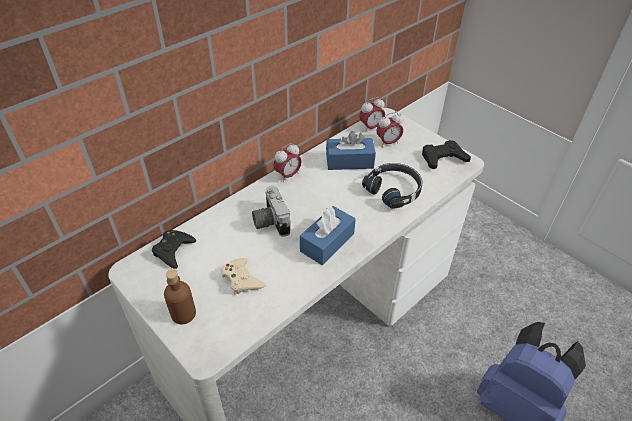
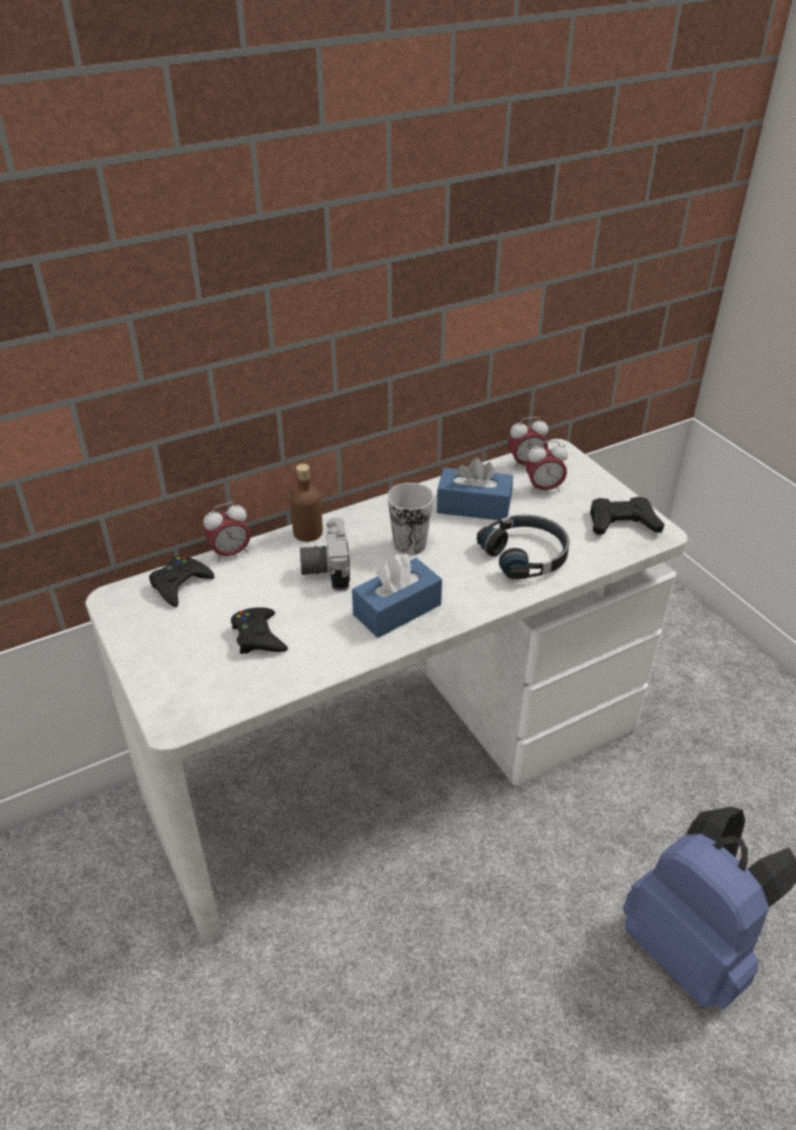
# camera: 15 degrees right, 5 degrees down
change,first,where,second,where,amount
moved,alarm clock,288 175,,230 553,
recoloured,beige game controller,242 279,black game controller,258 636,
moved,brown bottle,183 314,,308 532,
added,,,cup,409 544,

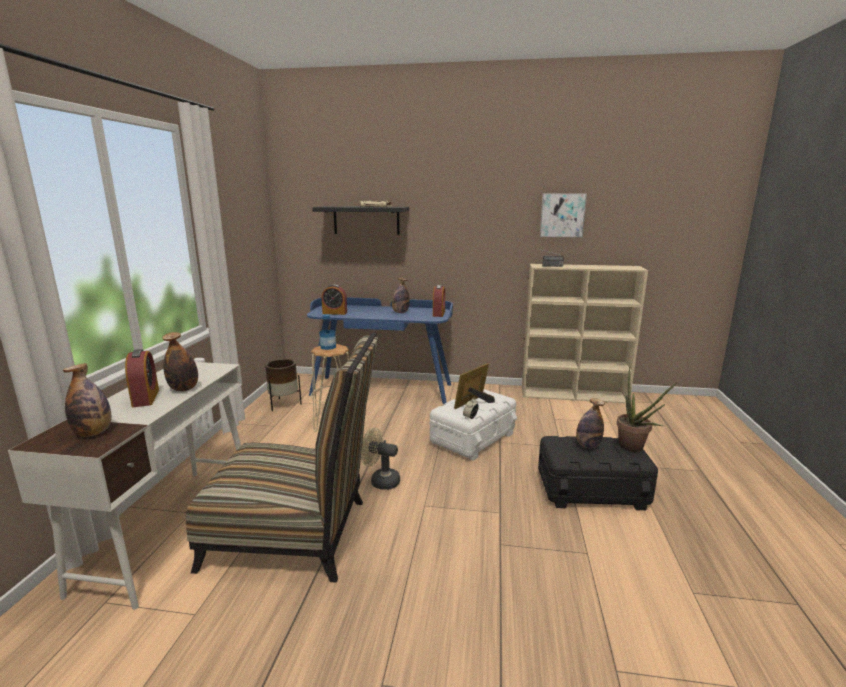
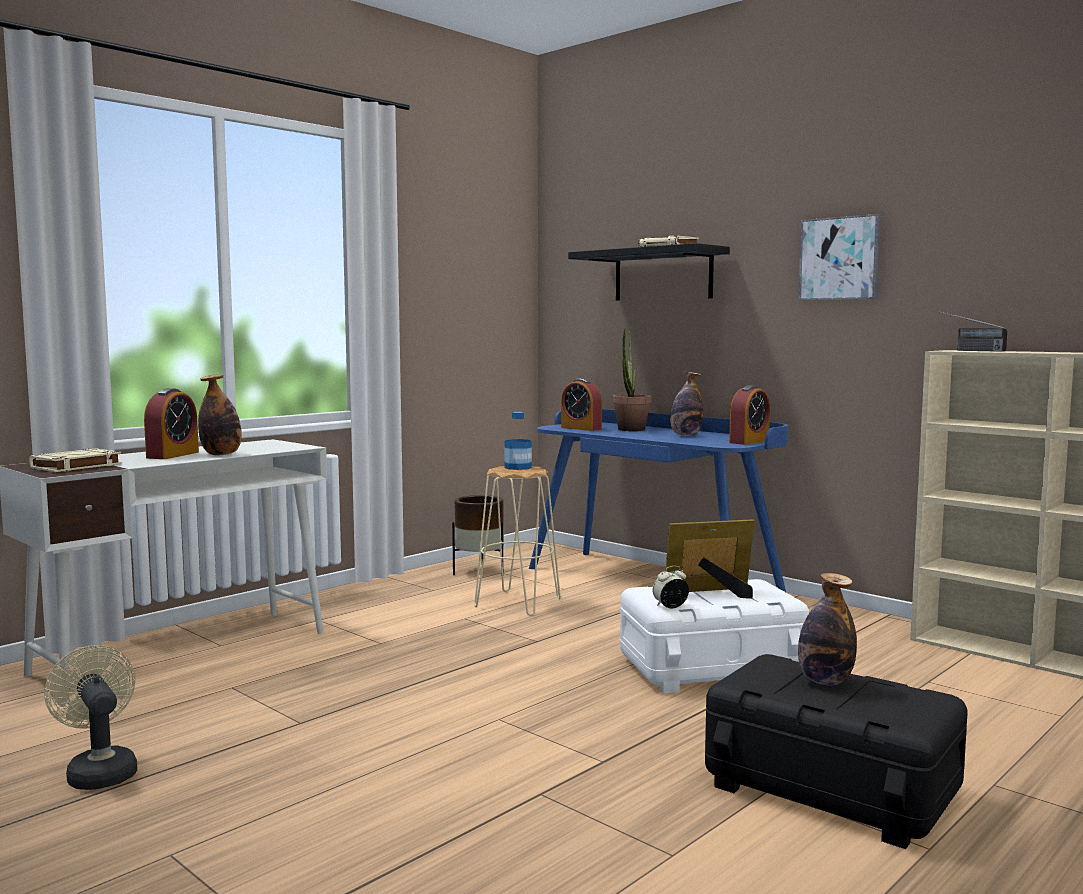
# camera: 35 degrees right, 10 degrees down
change,first,where,second,where,amount
moved,picture,562 215,,840 258,
removed,chair,297 535,,,
replaced,bottle,93 433,beige book,75 466,
moved,potted plant,634 449,,630 430,
moved,beige fan,380 481,,99 771,

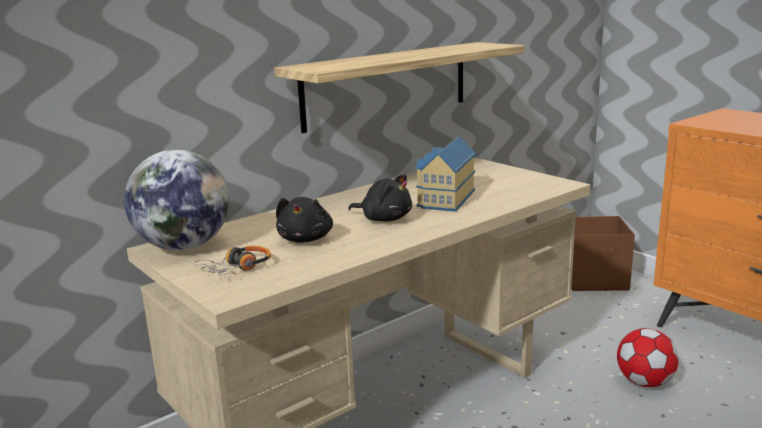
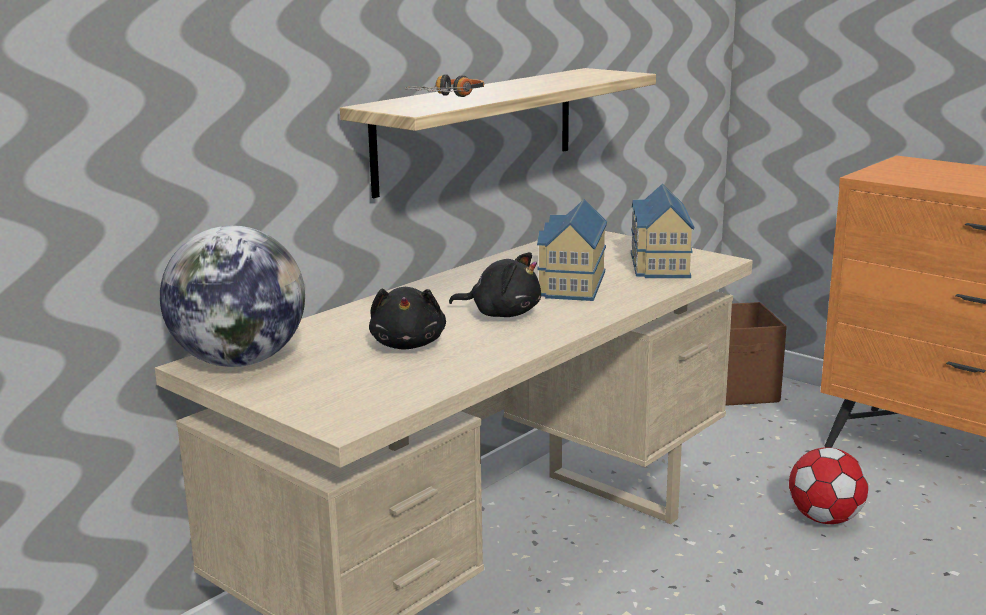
# camera: 10 degrees left, 0 degrees up
change,first,where,second,where,amount
moved,headphones,237 269,,450 96,
added,,,toy house,657 264,

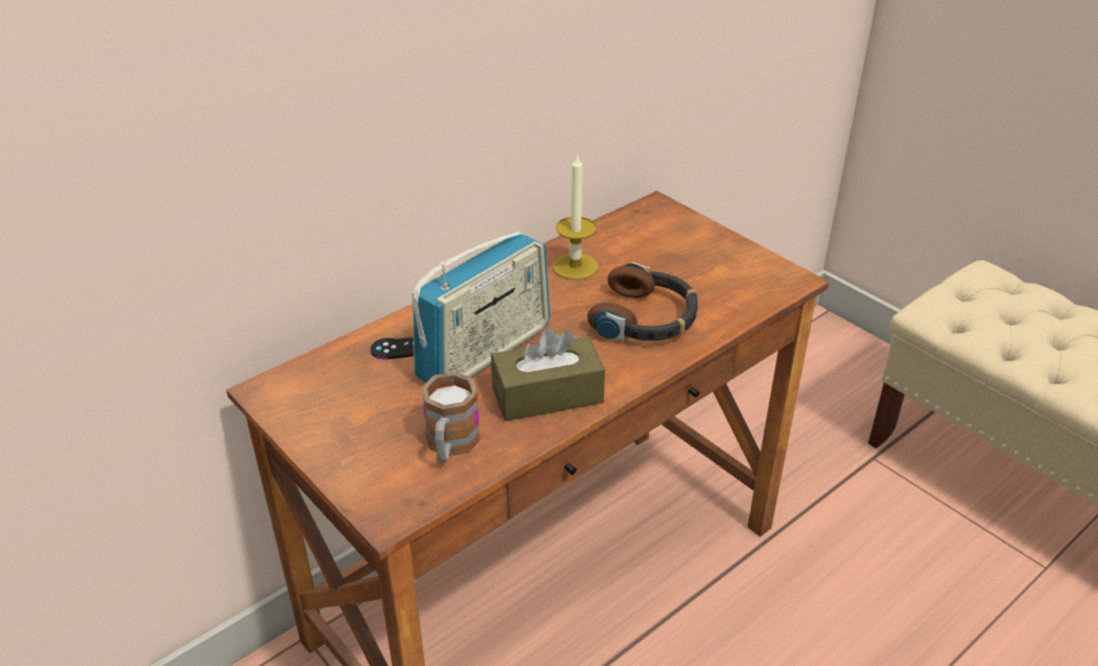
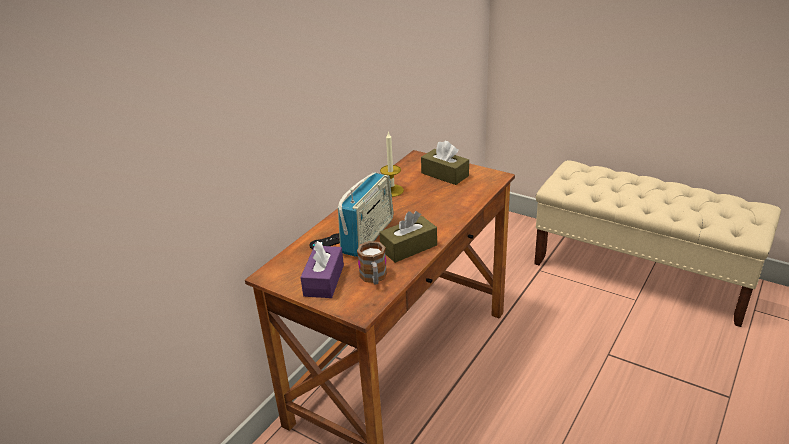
# camera: 15 degrees left, 5 degrees down
change,first,where,second,where,amount
removed,headphones,646 318,,,
added,,,brown tissue box,445 174,
added,,,purple tissue box,324 280,

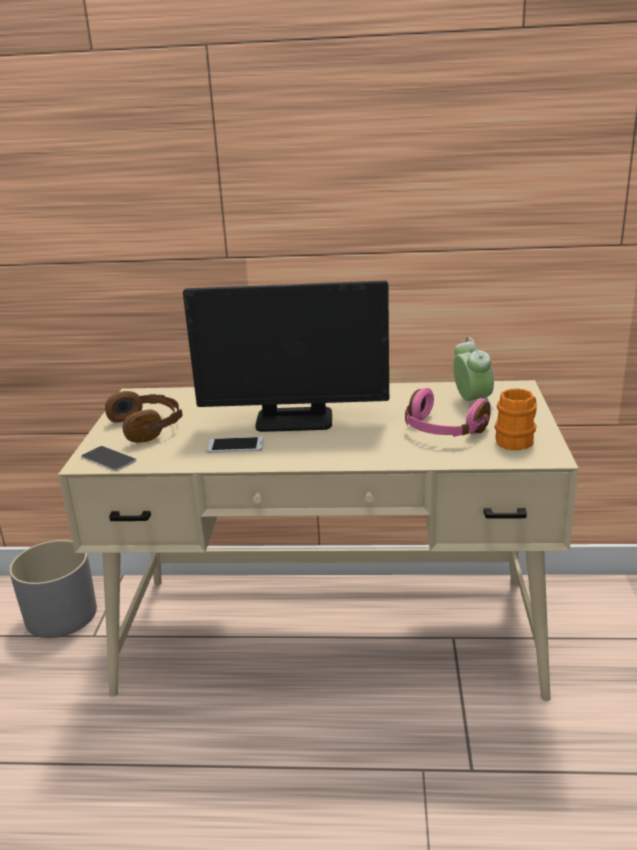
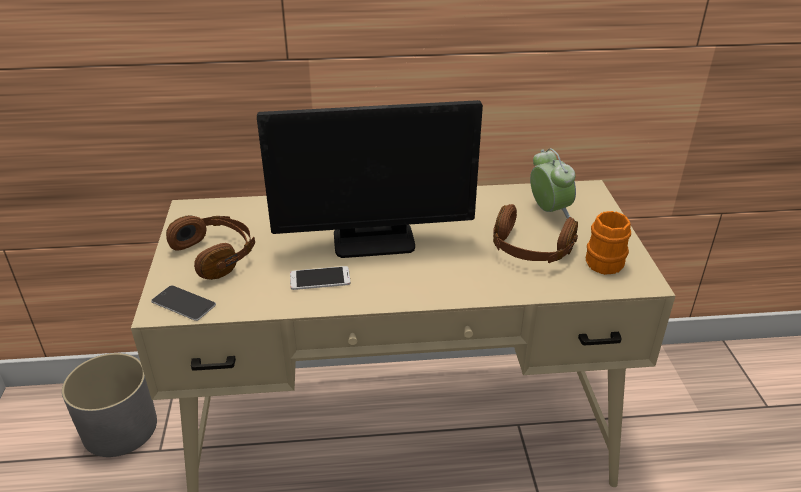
# camera: 10 degrees left, 10 degrees up
change,first,where,second,where,amount
recoloured,pink headphones,443 430,brown headphones,530 250,

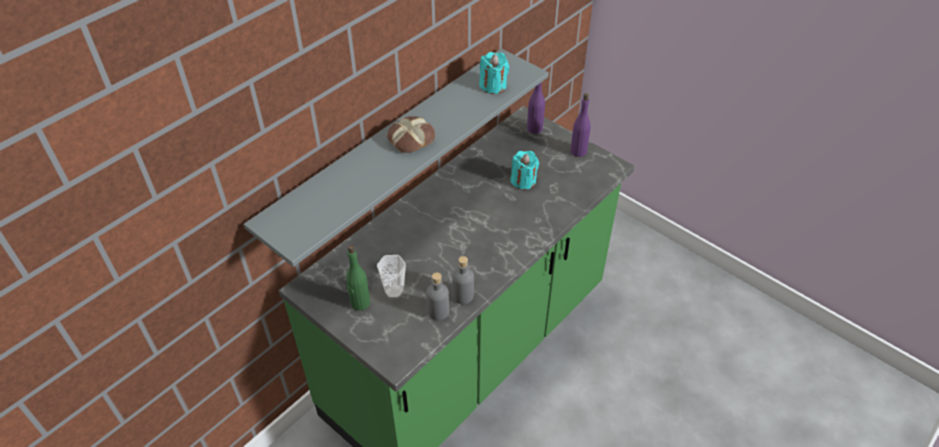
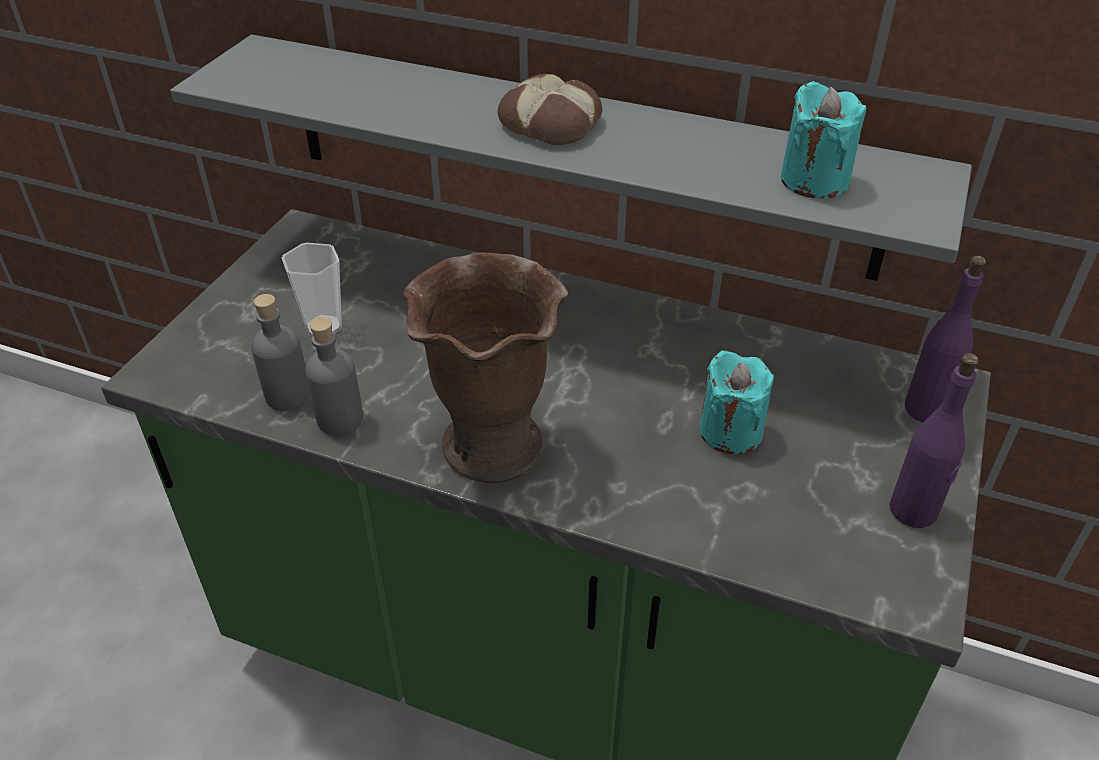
# camera: 70 degrees right, 5 degrees down
change,first,where,second,where,amount
removed,green bottle,360 303,,,
added,,,brown vase,492 445,

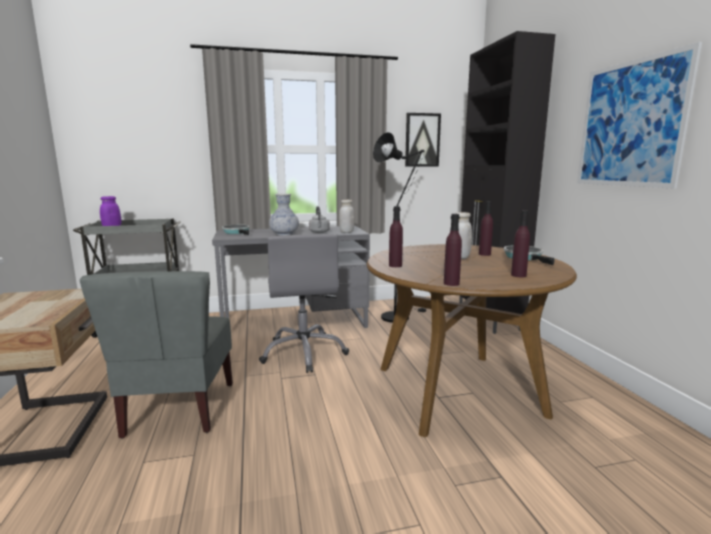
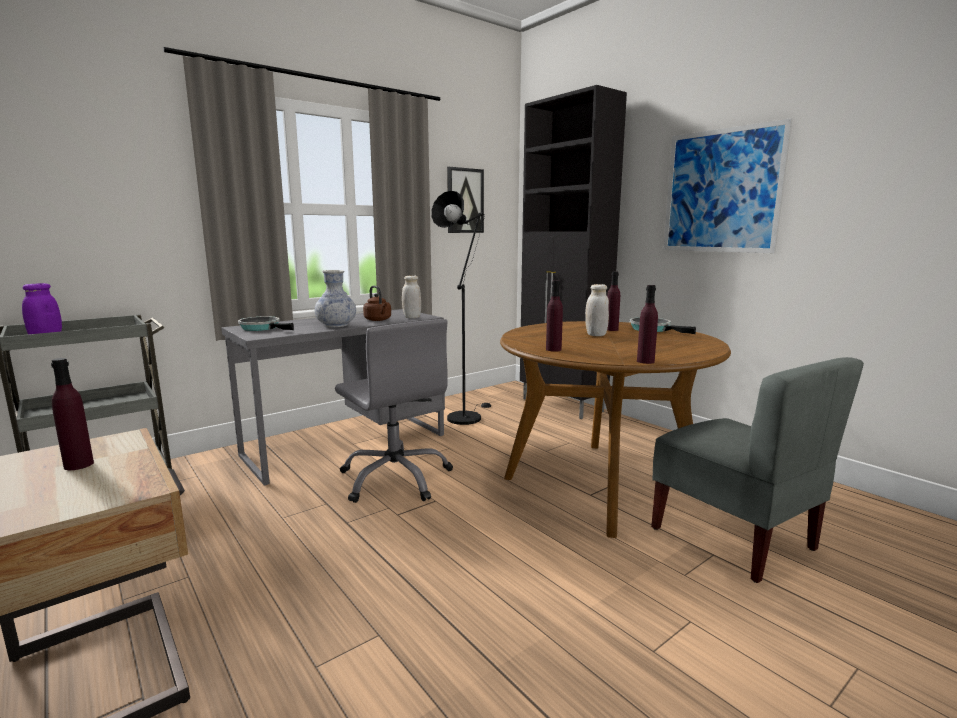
# camera: 25 degrees left, 0 degrees up
change,first,where,second,where,amount
recoloured,grey kettle,319 232,brown kettle,378 320,
moved,purple bottle,518 275,,78 465,
moved,grey chair,179 409,,734 538,

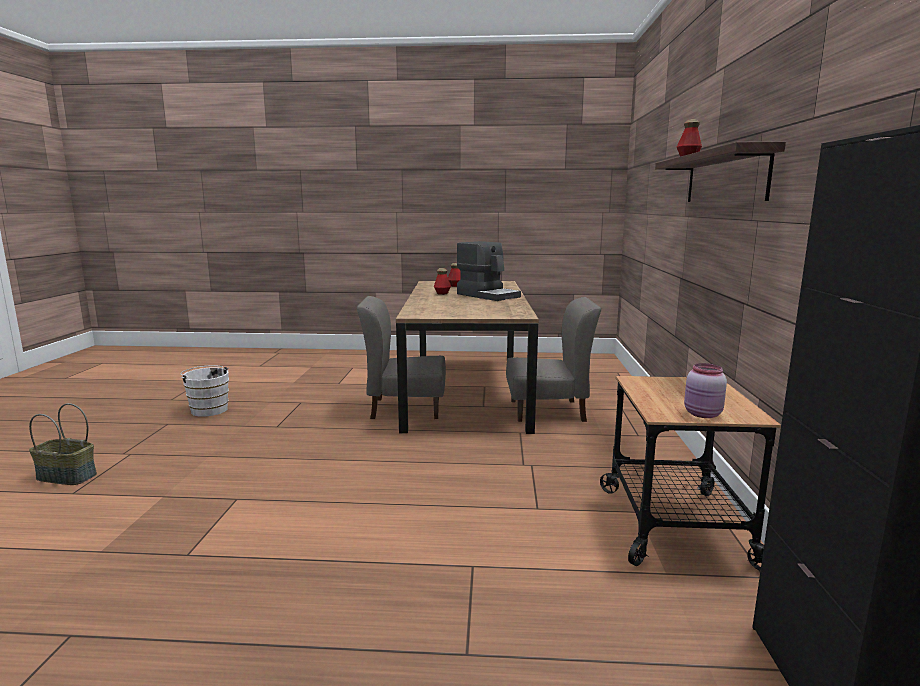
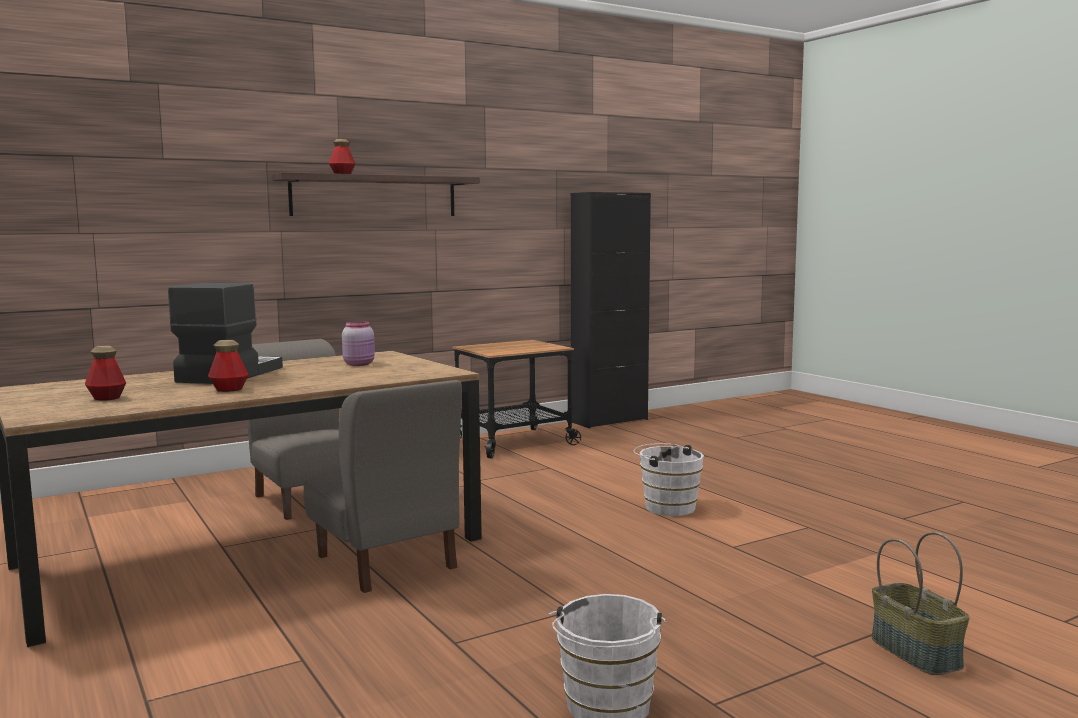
# camera: 125 degrees left, 5 degrees down
change,first,where,second,where,amount
moved,pink jar,703 414,,360 364,
added,,,white bucket,667 507,

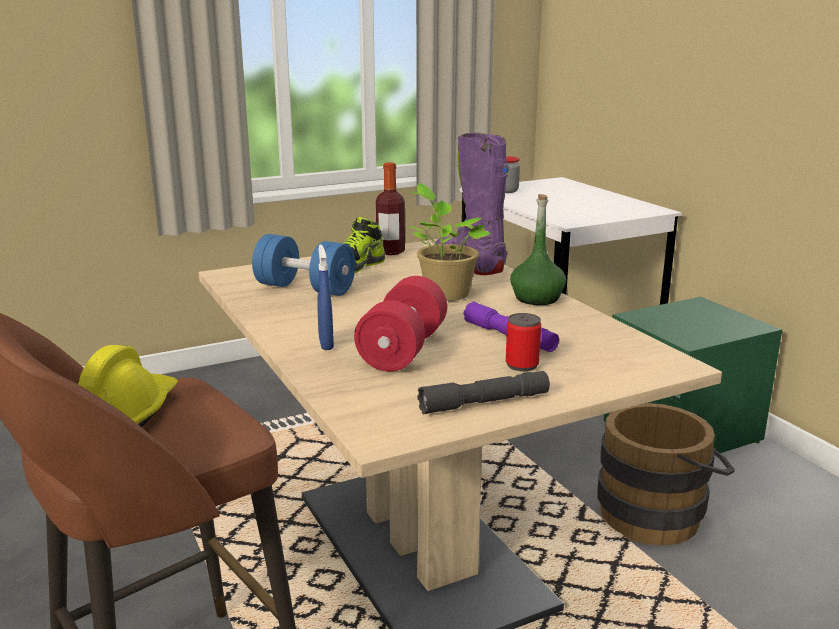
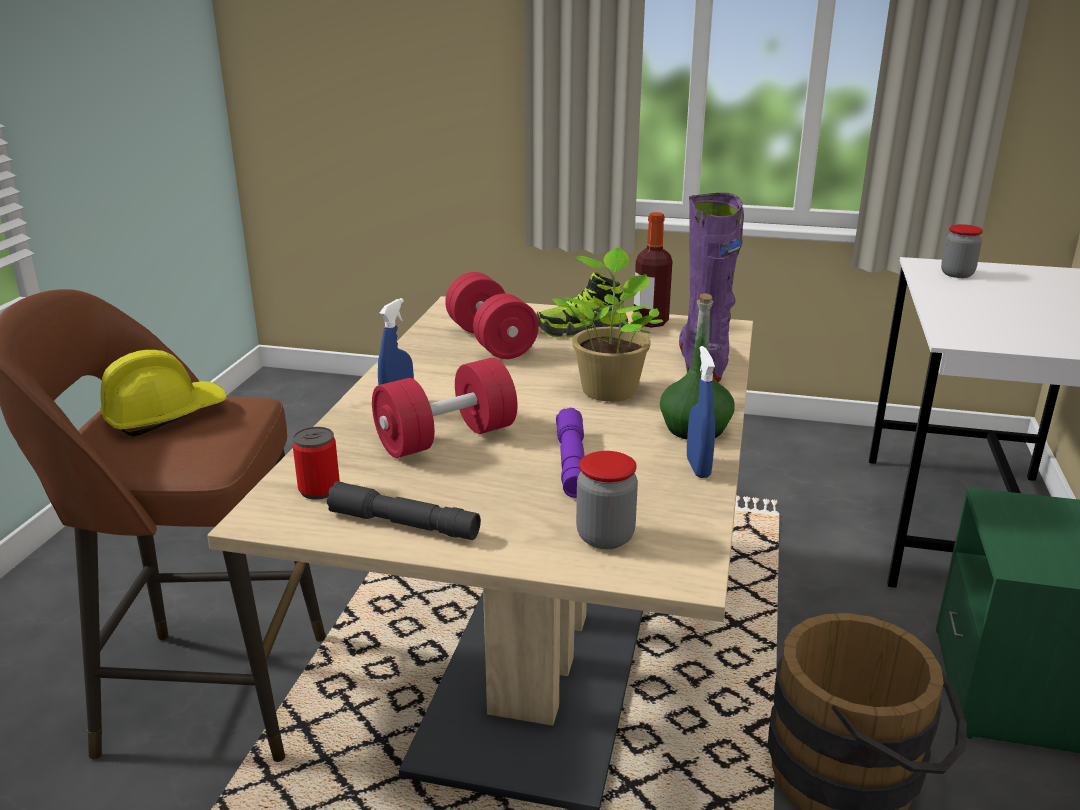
# camera: 40 degrees right, 5 degrees up
change,first,where,second,where,amount
recoloured,blue dumbbell,305 288,red dumbbell,491 341,
moved,can,522 365,,319 490,
added,,,blue spray bottle,698 468,
added,,,jar,605 537,

